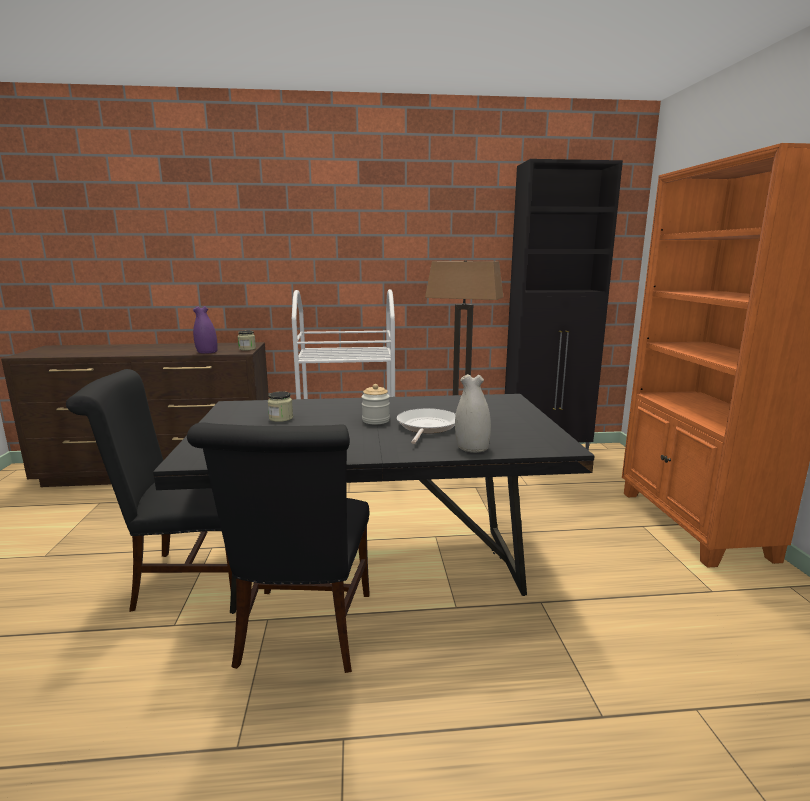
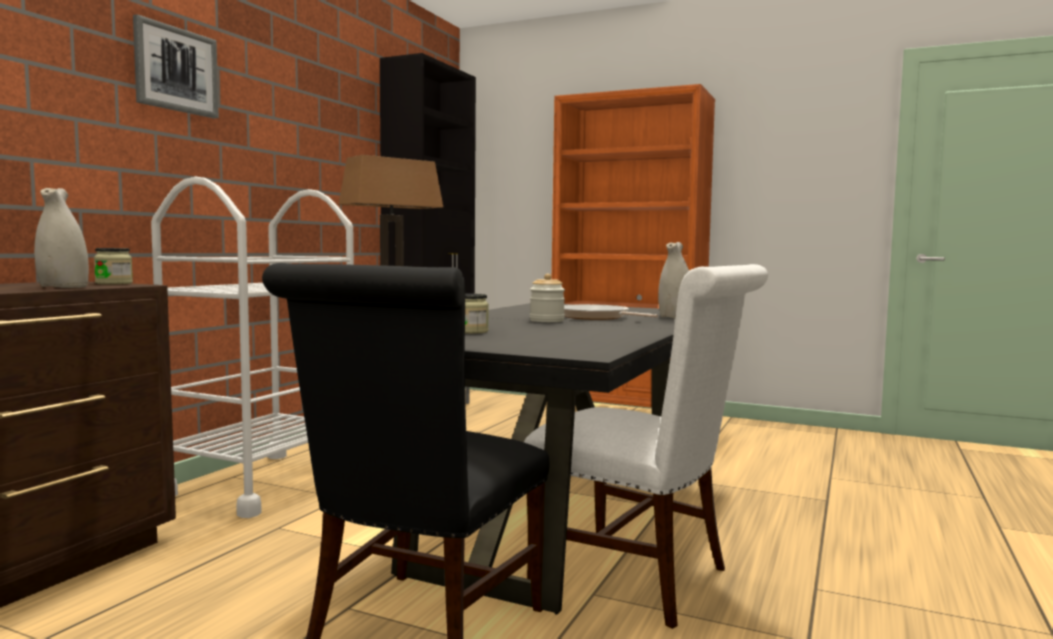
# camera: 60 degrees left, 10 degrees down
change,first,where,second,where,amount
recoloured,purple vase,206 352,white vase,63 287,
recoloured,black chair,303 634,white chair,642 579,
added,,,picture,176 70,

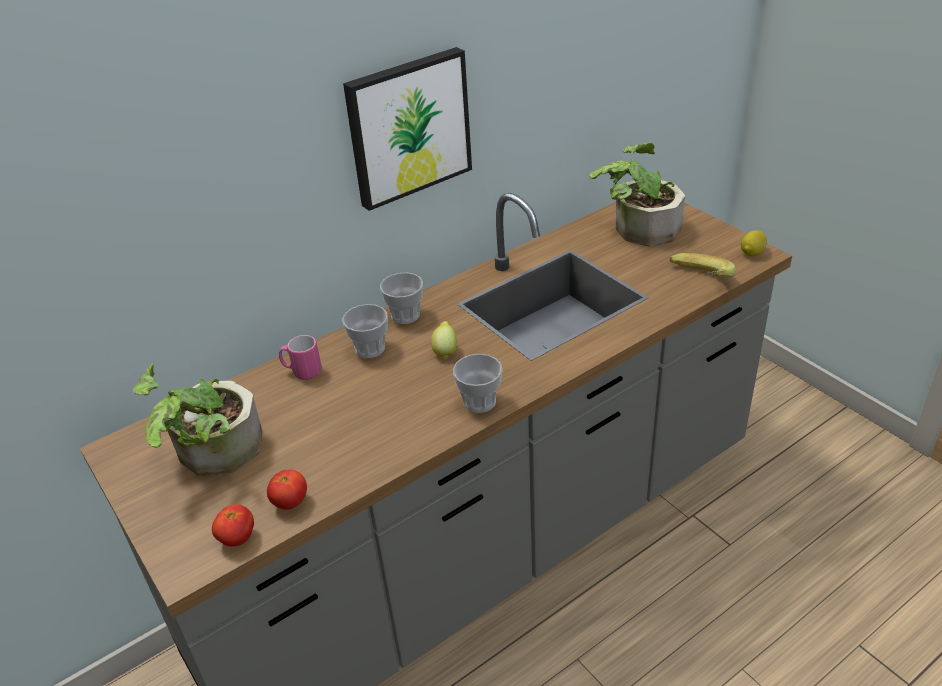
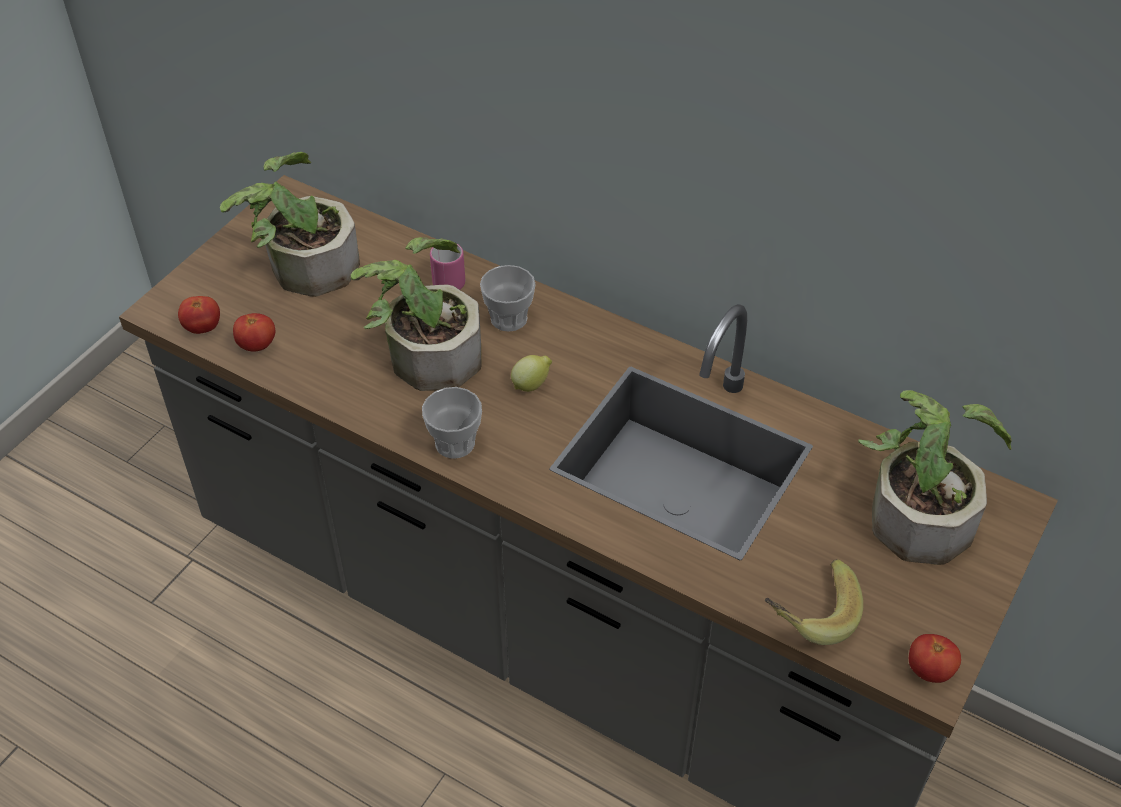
# camera: 65 degrees right, 10 degrees up
change,first,where,second,where,amount
removed,picture,408 127,,,
replaced,lemon,752 253,tomato,929 670,
removed,cup,405 315,,,
added,,,potted plant,425 352,

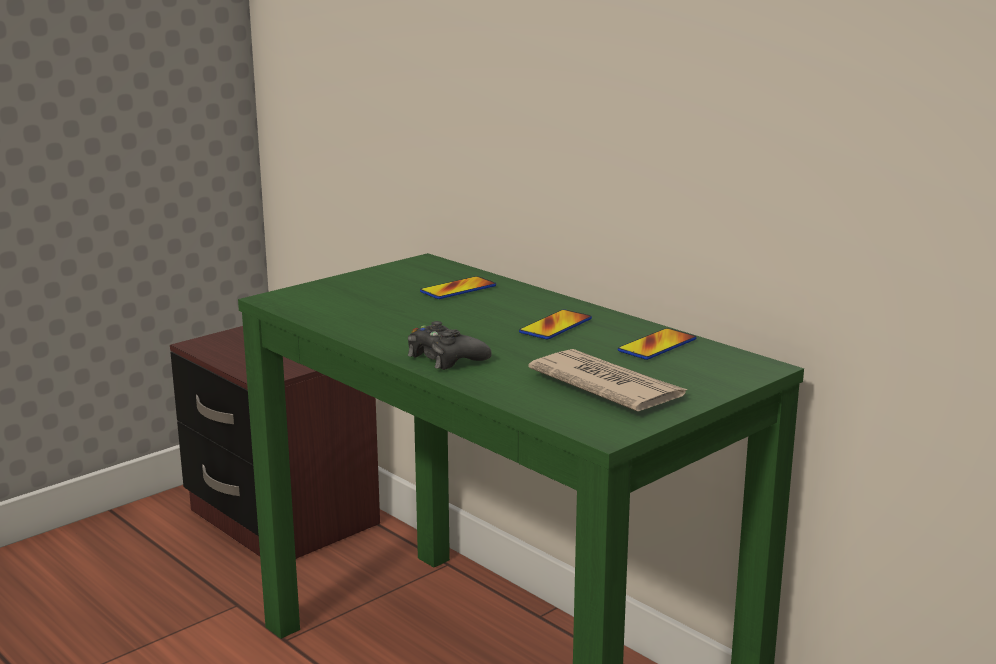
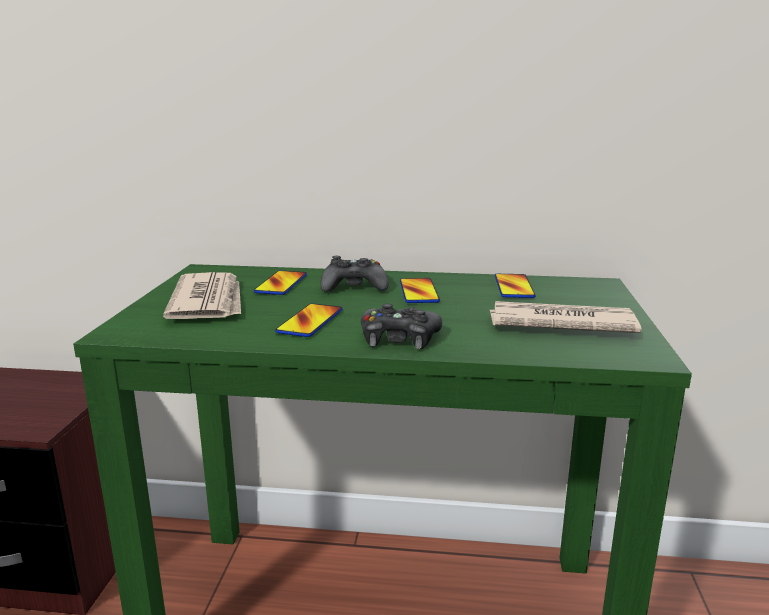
# camera: 40 degrees left, 0 degrees up
change,first,where,second,where,amount
added,,,black game controller,354 287,
added,,,newspaper,209 301,
added,,,phone,310 321,

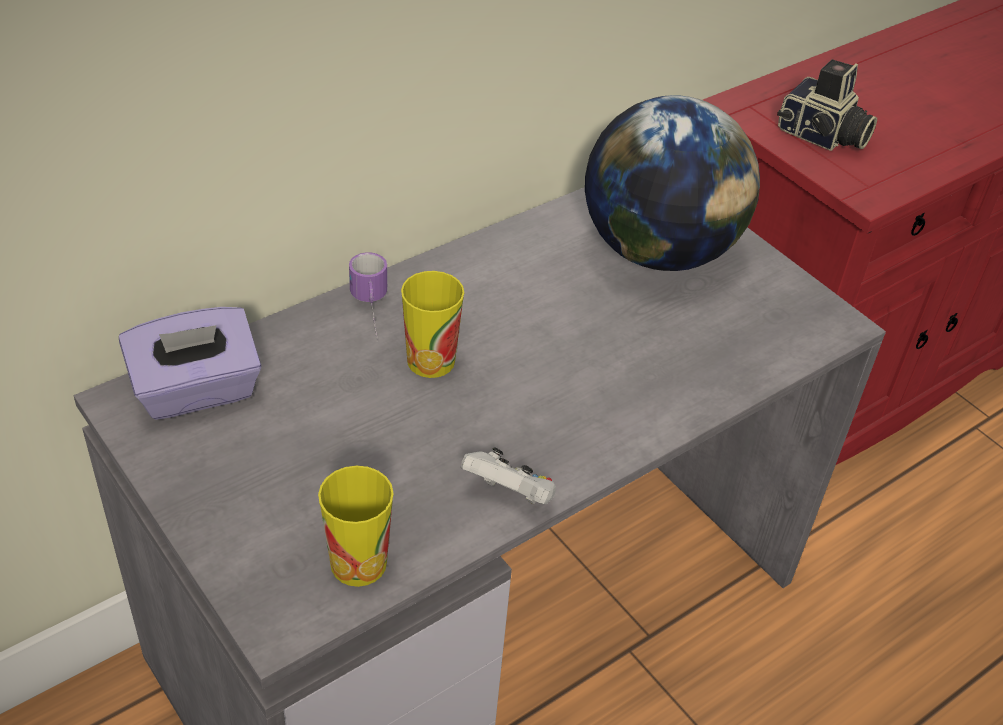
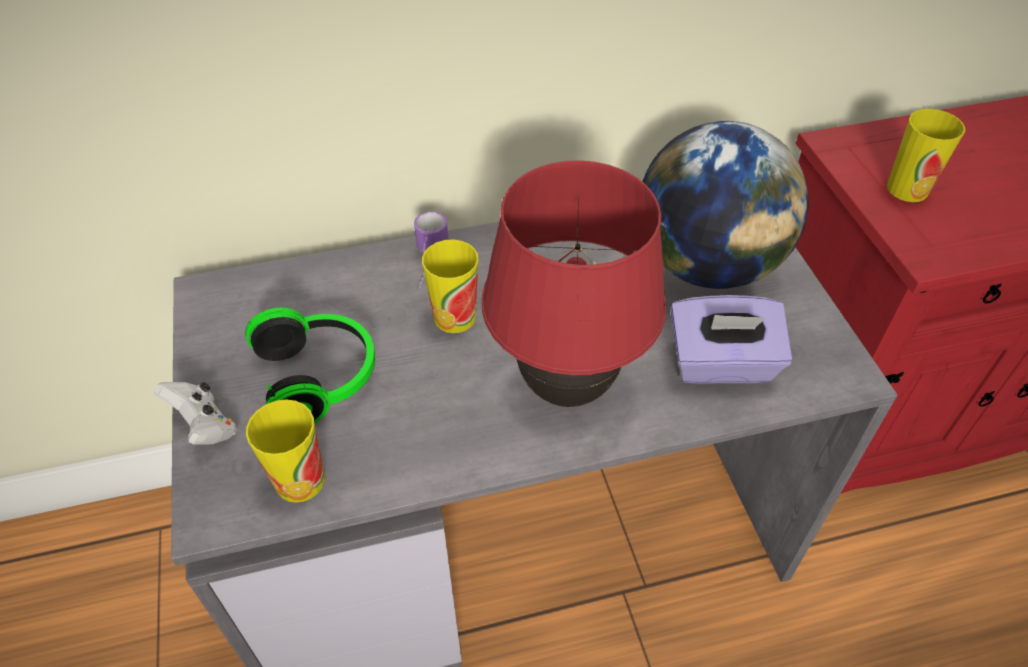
# camera: 25 degrees right, 5 degrees up
change,first,where,second,where,amount
replaced,photo camera,821 137,cup,907 189,
moved,purple tissue box,197 391,,721 364,
moved,white game controller,510 495,,205 426,
added,,,red table lamp,566 387,
added,,,headphones,320 378,

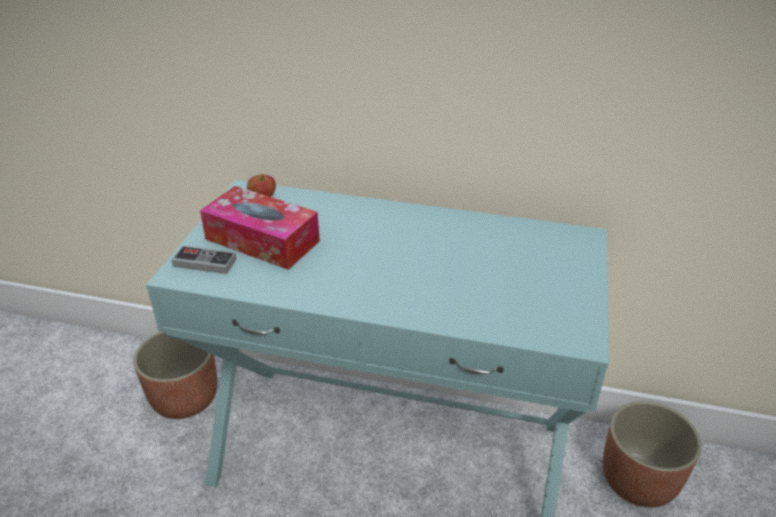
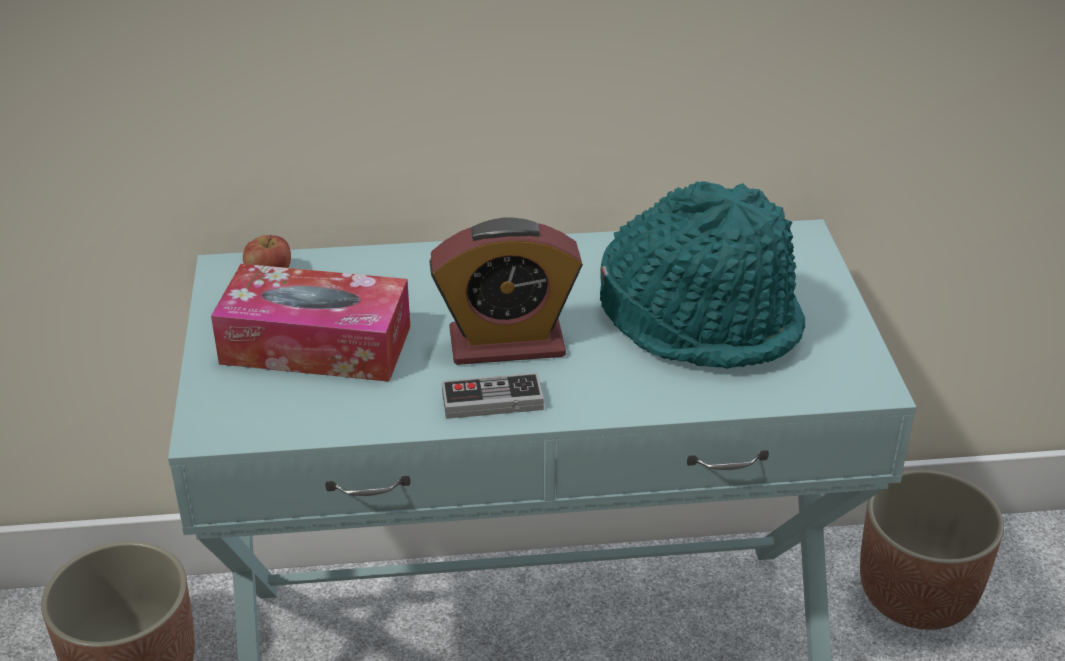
# camera: 20 degrees left, 0 degrees up
change,first,where,second,where,amount
moved,game controller,204 263,,492 400,
added,,,turquoise hat,702 320,
added,,,alarm clock,506 343,

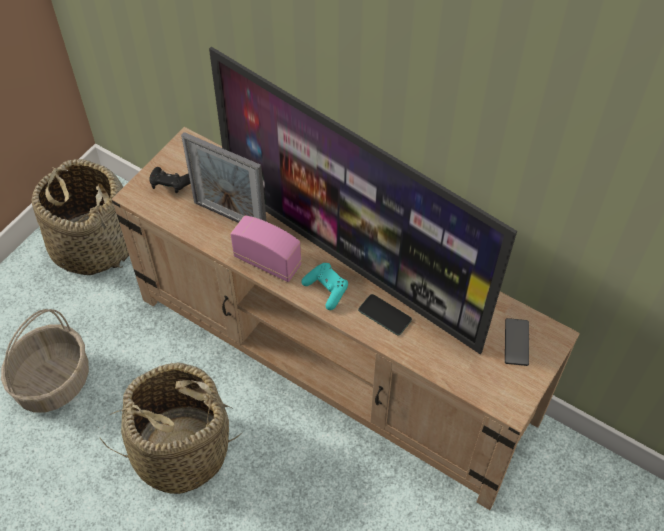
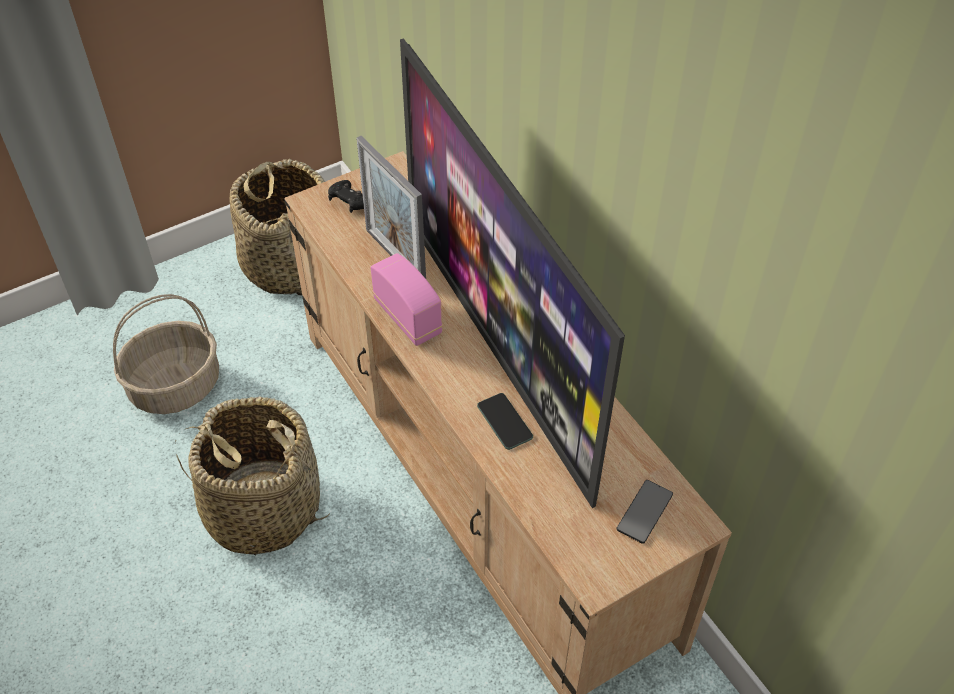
# camera: 25 degrees right, 5 degrees down
change,first,where,second,where,amount
removed,turquoise game controller,326 289,,,

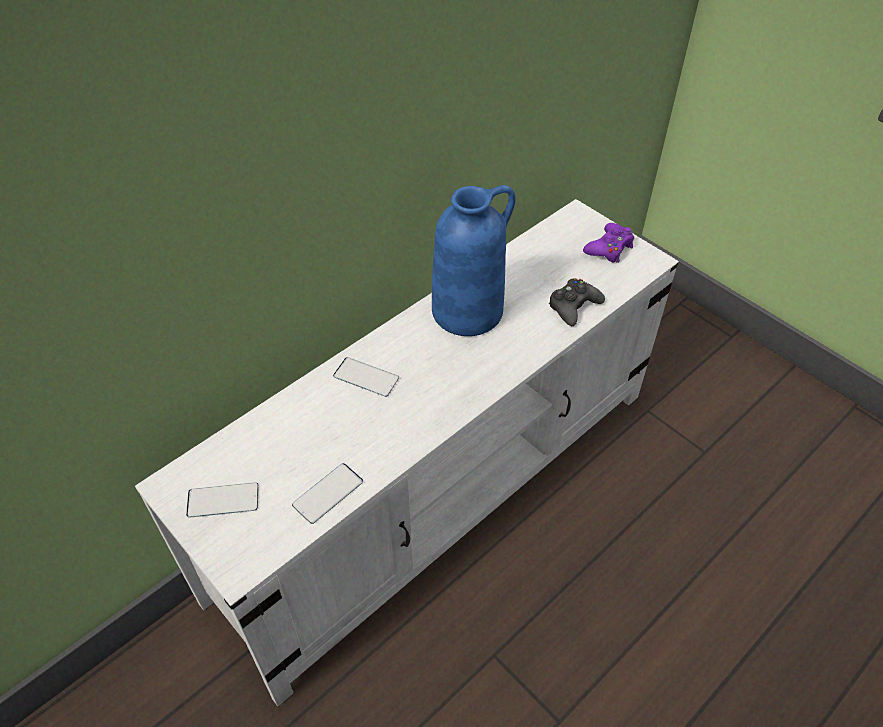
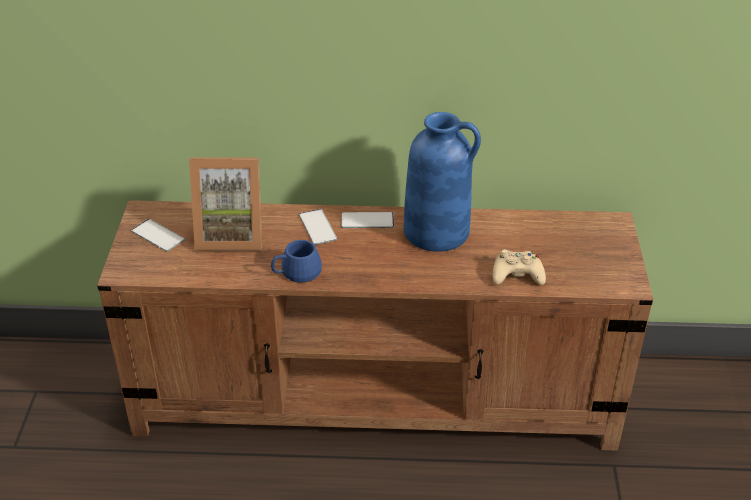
# camera: 45 degrees right, 10 degrees down
change,first,where,second,where,amount
recoloured,white tv stand,440 490,brown tv stand,377 397,
removed,purple game controller,609 248,,,
recoloured,black game controller,573 306,beige game controller,517 275,
moved,phone,328 493,,367 220,
added,,,picture frame,231 234,
added,,,blue mug,294 270,

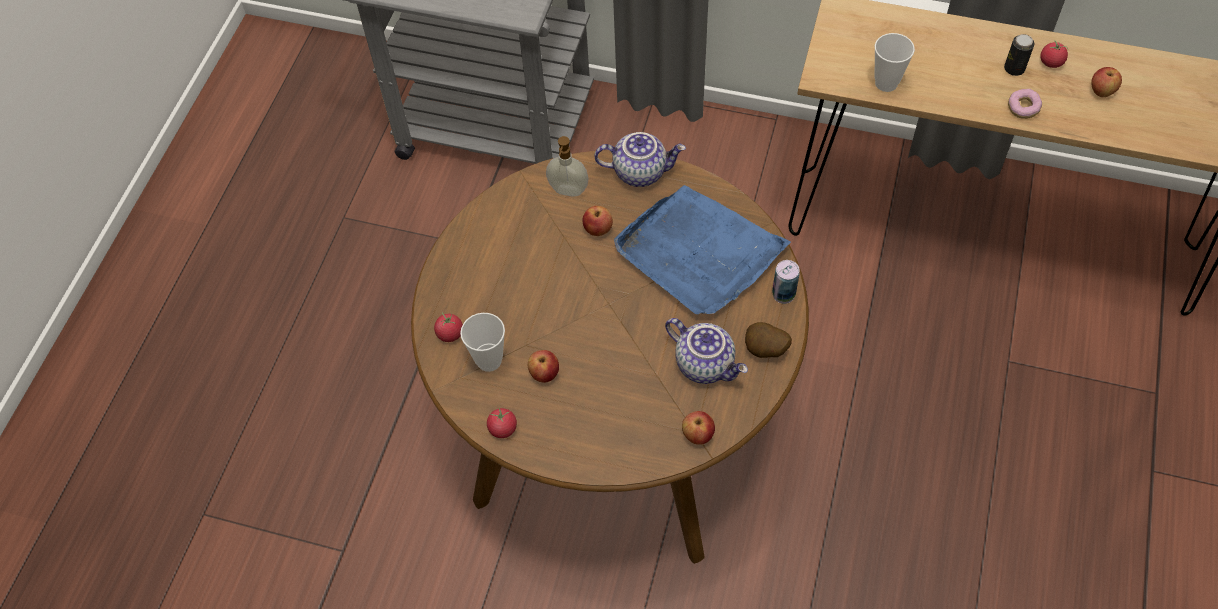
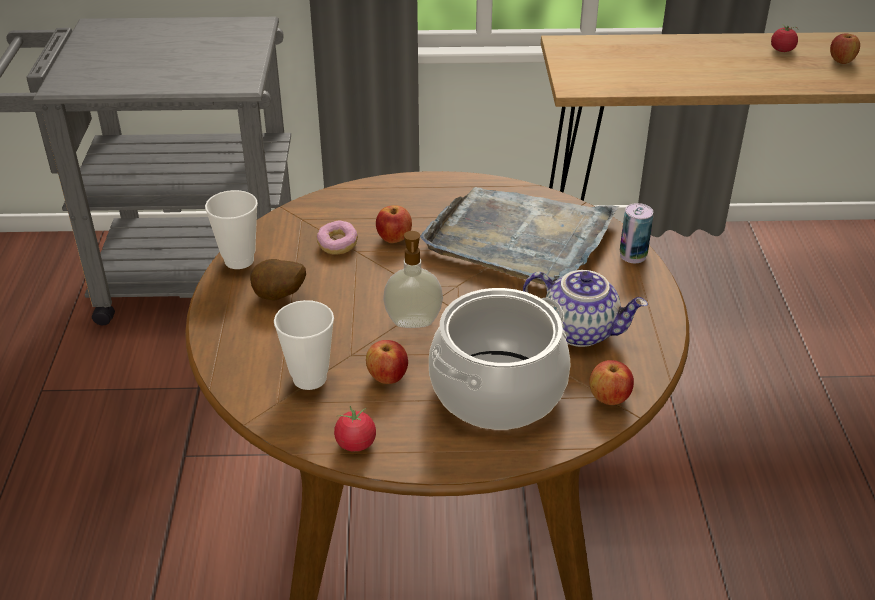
# camera: 20 degrees left, 20 degrees down
change,first,where,second,where,amount
moved,cup,886 83,,239 260,
removed,can,1014 69,,,
moved,donut,1022 108,,337 245,
removed,teapot,640 171,,,
moved,soap dispenser,568 191,,413 323,
recoloured,blue tray,698 253,grey tray,519 239,
removed,tomato,450 333,,,
moved,potato,765 351,,279 297,
added,,,cooking pot,498 391,

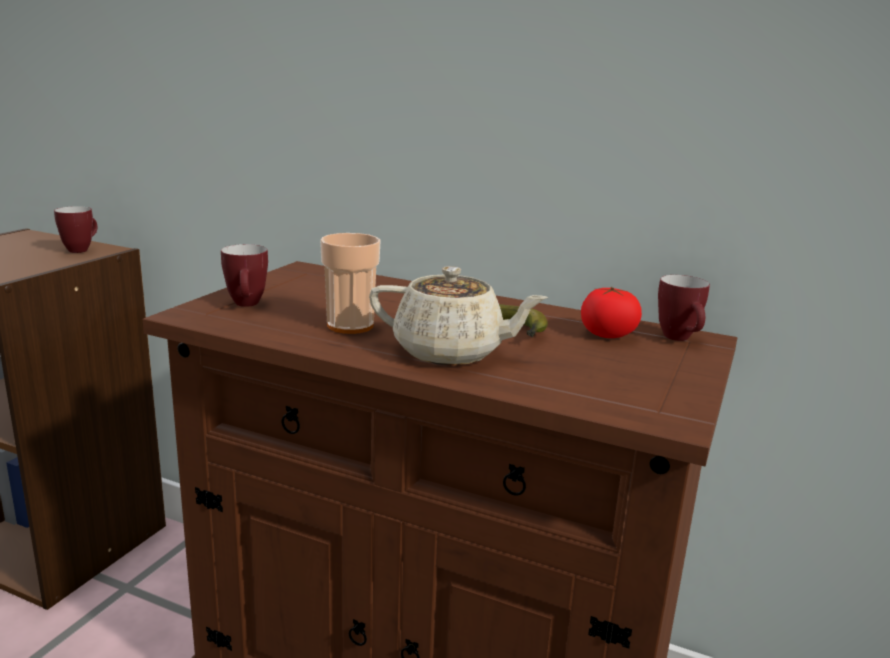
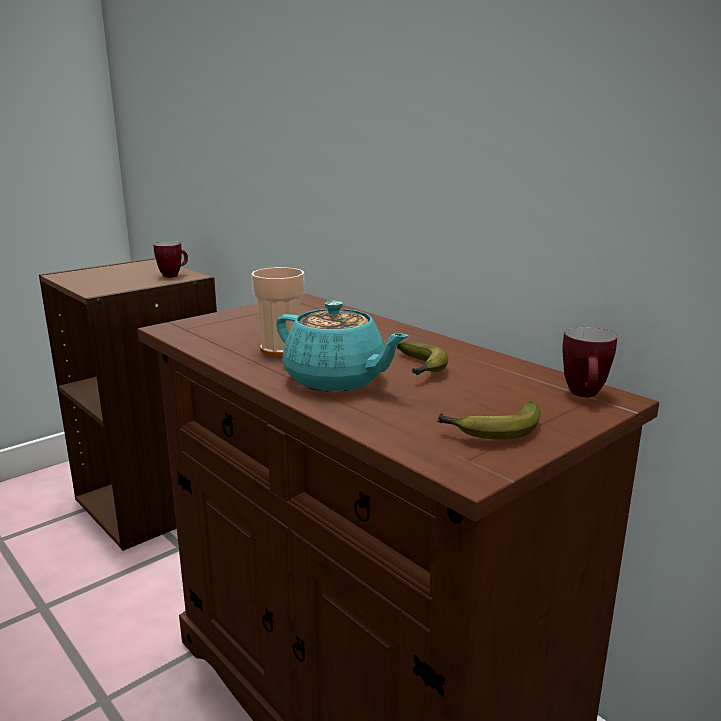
# camera: 25 degrees right, 0 degrees up
change,first,where,second,where,amount
removed,mug,247 305,,,
recoloured,beige teapot,450 352,turquoise teapot,337 380,
removed,tomato,608 334,,,
added,,,banana,491 431,

